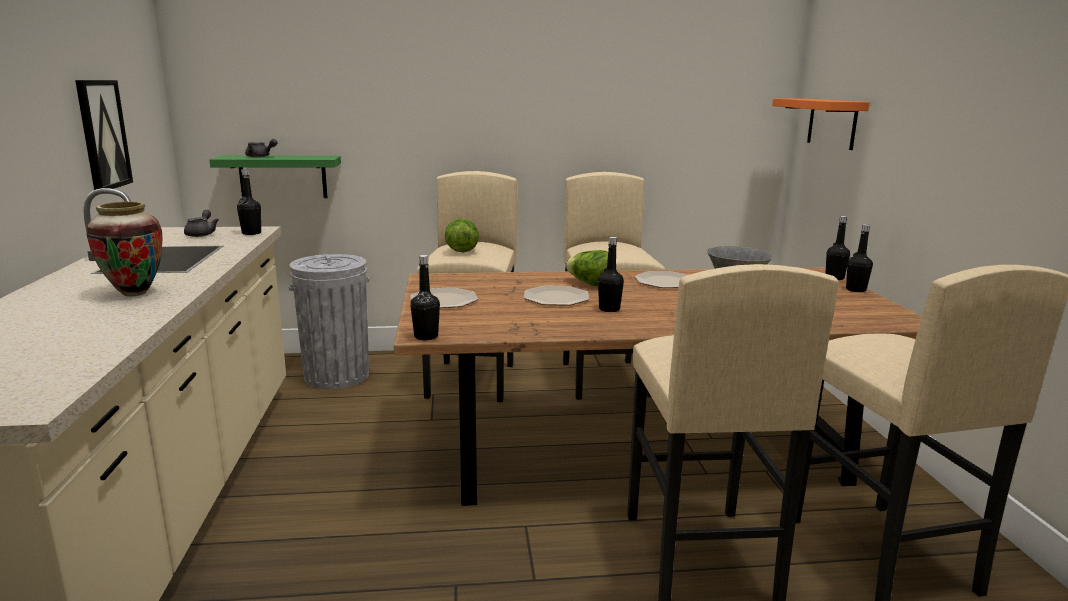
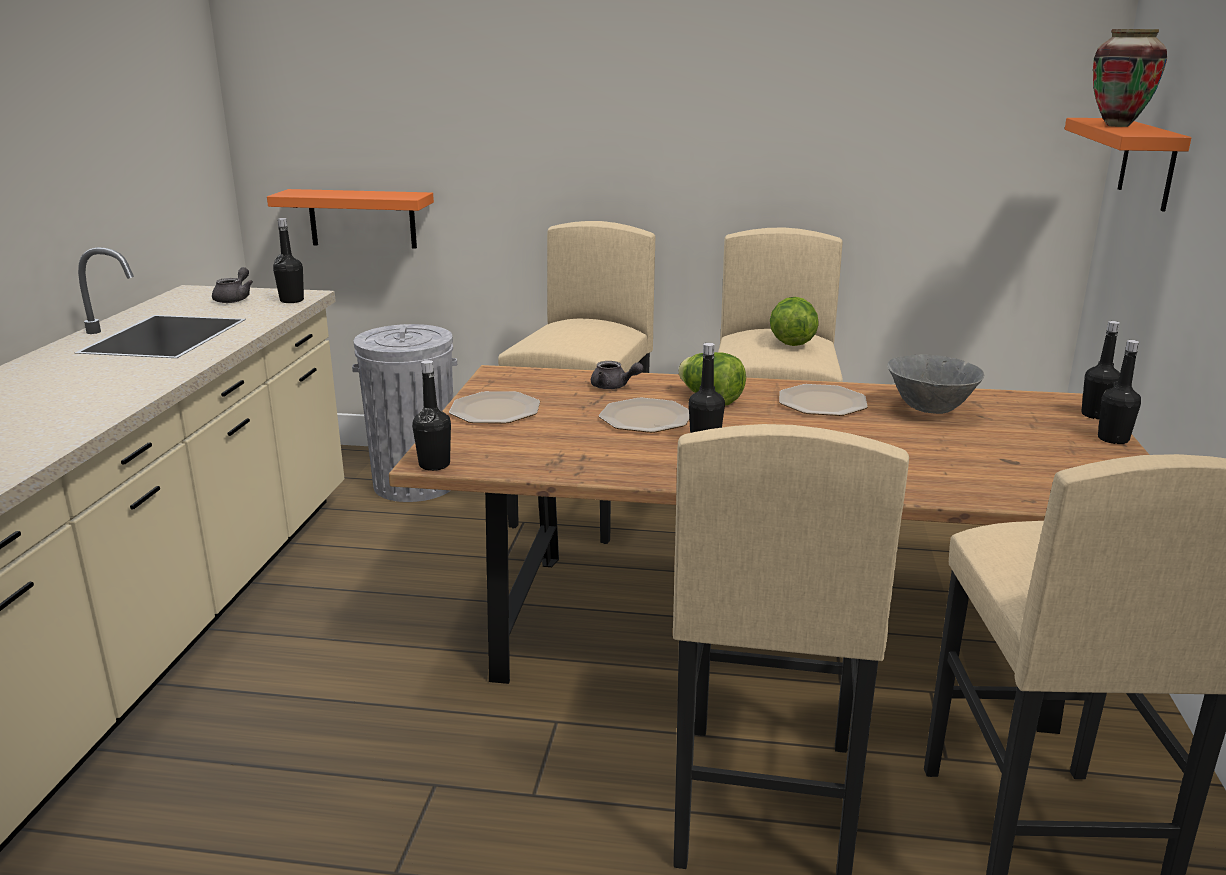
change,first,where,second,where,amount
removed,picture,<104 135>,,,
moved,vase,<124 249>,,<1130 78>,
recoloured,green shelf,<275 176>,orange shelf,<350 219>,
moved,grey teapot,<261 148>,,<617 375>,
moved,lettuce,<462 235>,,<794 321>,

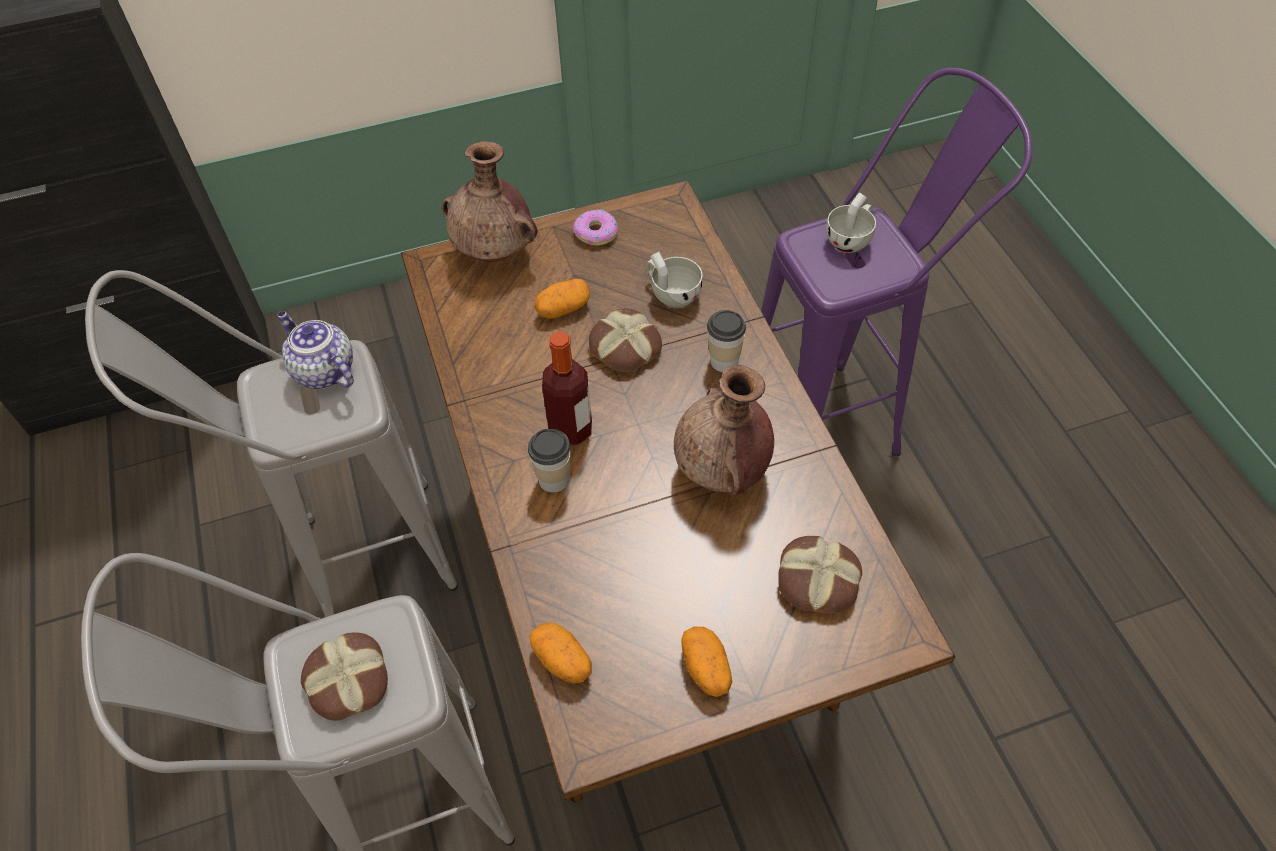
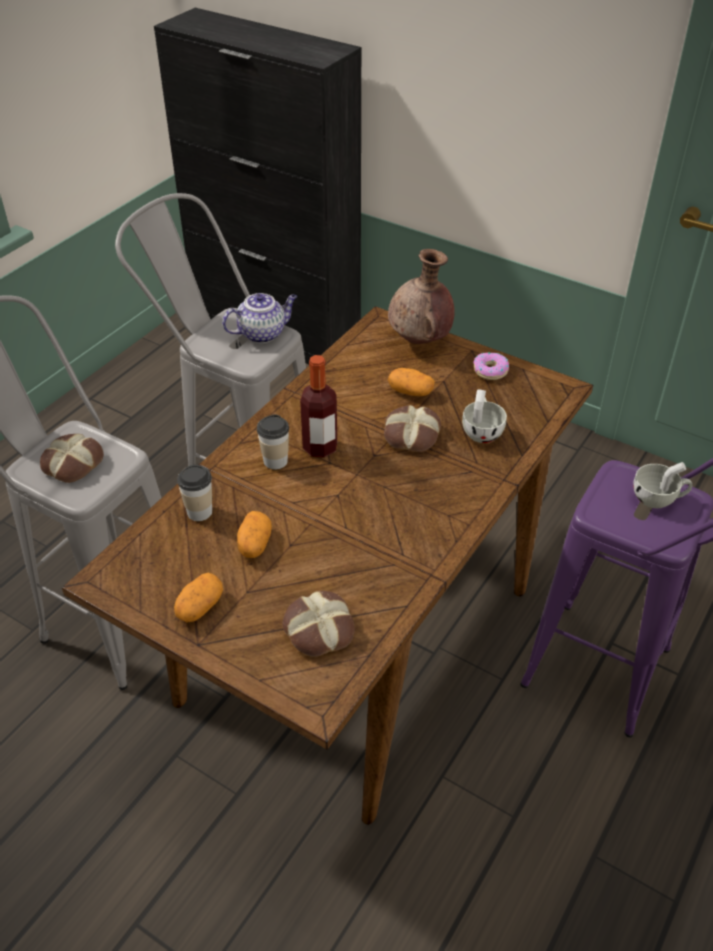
change,first,where,second,where,amount
turned,teapot,<315 350>,,<259 318>,60 degrees clockwise
moved,potato,<561 653>,,<254 534>,
removed,brown vase,<724 430>,,,
moved,cup,<726 341>,,<194 493>,

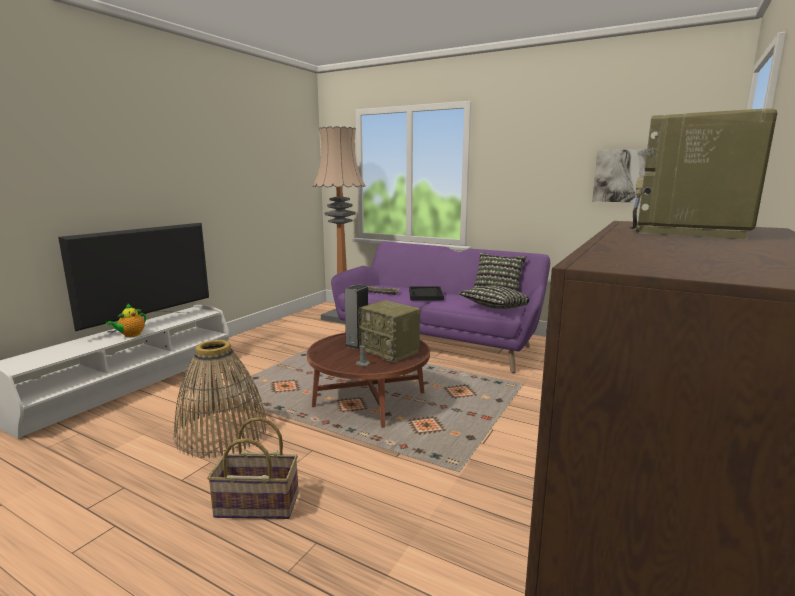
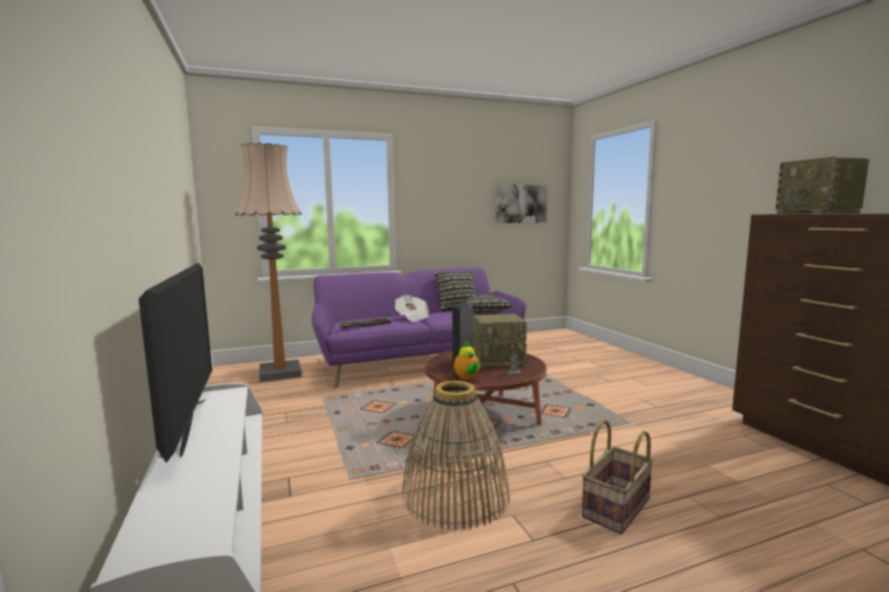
change,first,where,second,where,amount
moved,teapot,<125 320>,,<467 361>,
replaced,black tray,<426 293>,newspaper,<412 308>,

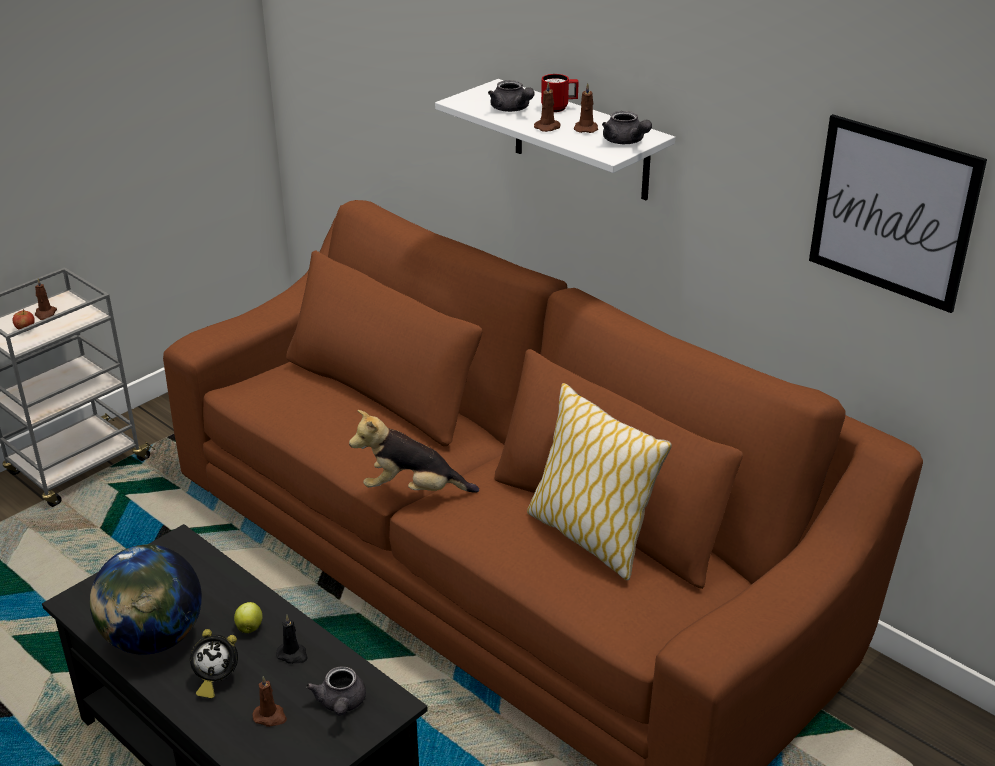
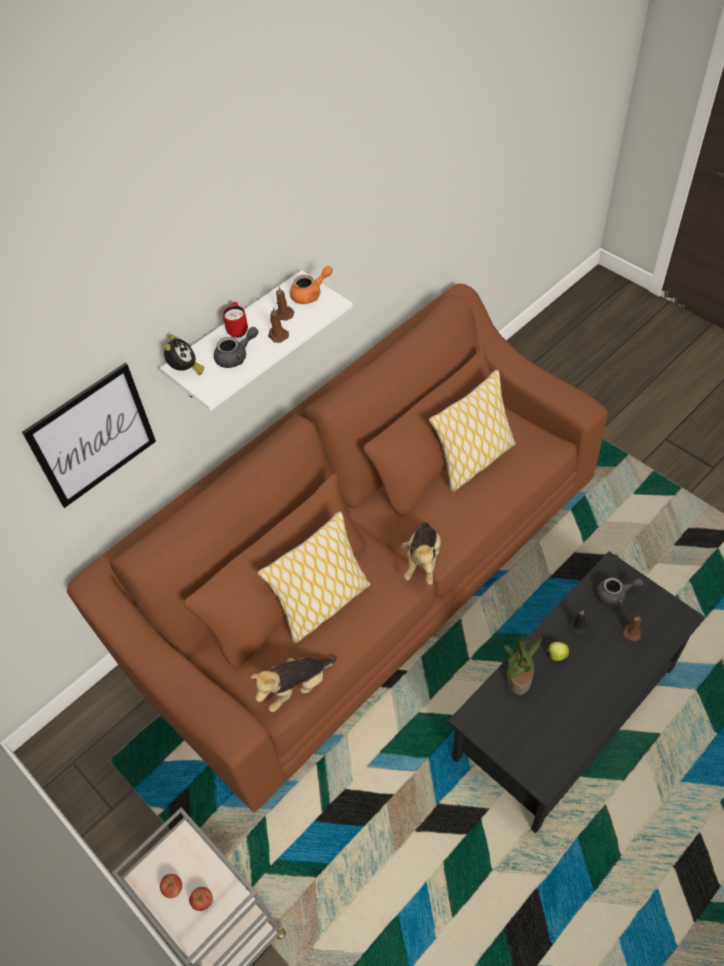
change,first,where,second,where,amount
replaced,brown candle,<46 299>,apple,<171 886>,
removed,globe,<146 599>,,,
moved,alarm clock,<214 663>,,<184 355>,
recoloured,grey teapot,<627 127>,orange teapot,<311 285>,
moved,picture,<898 213>,,<89 435>,
added,,,plush toy,<294 683>,
added,,,pillow,<313 577>,
added,,,potted plant,<522 664>,

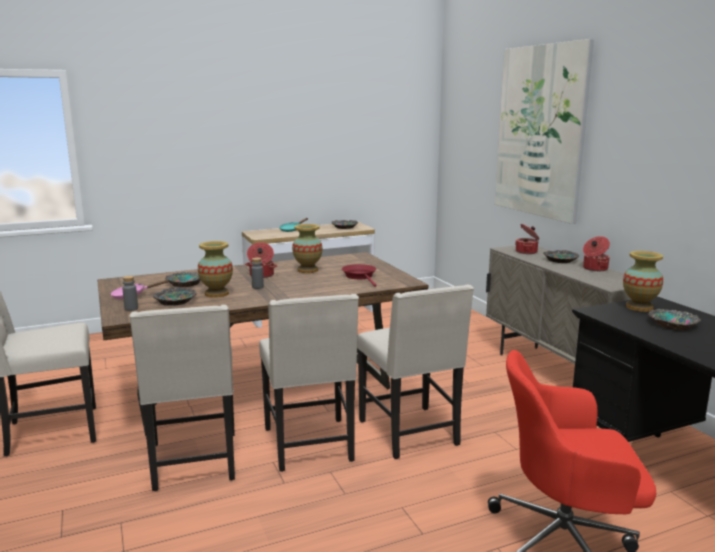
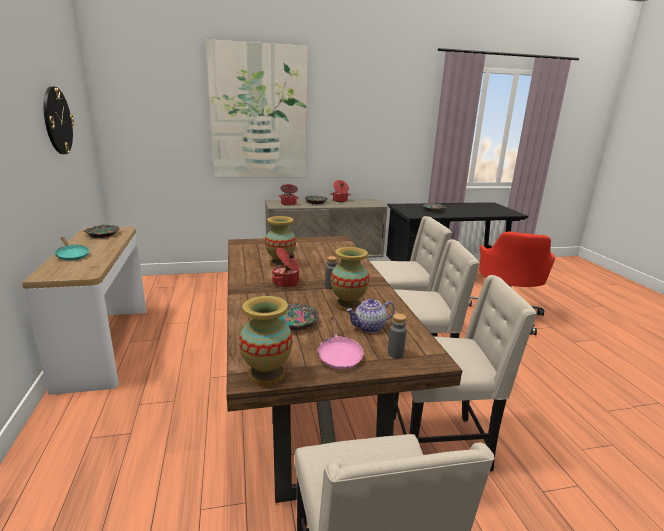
change,first,where,second,where,amount
replaced,bowl,<175 296>,teapot,<371 315>,
removed,red frying pan,<359 275>,,,
moved,vase,<643 281>,,<266 341>,
added,,,wall clock,<58 120>,

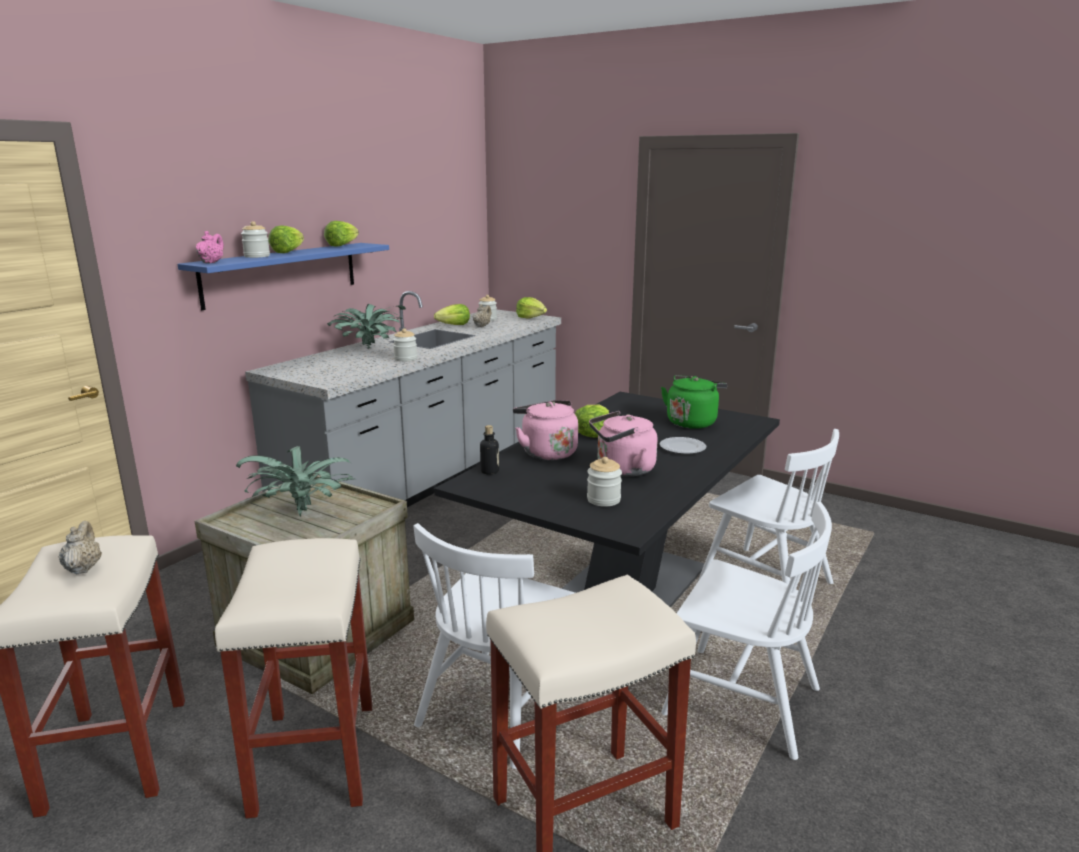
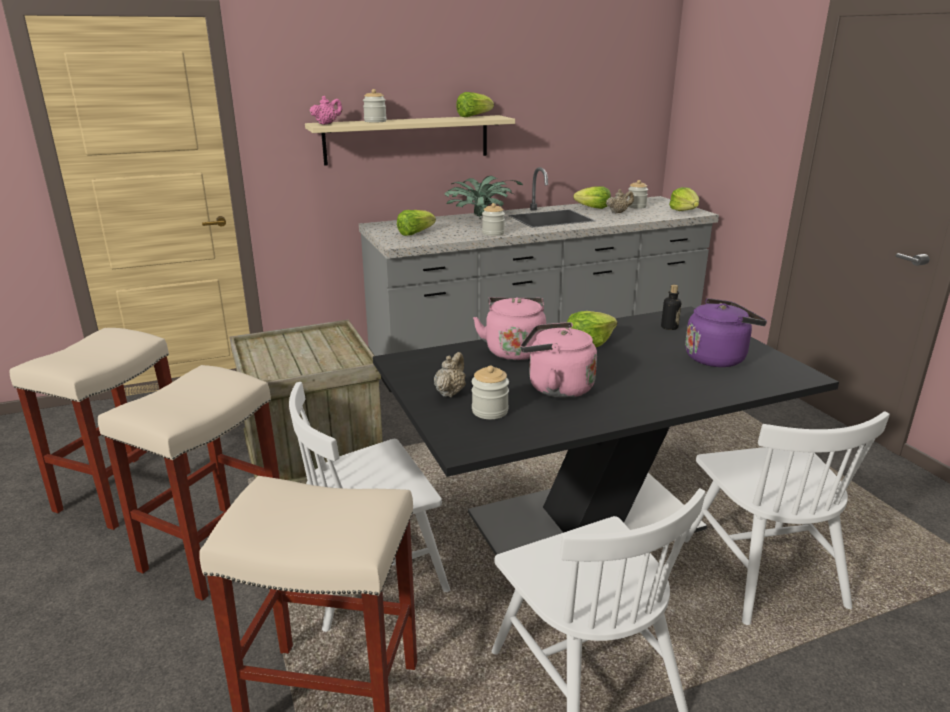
change,first,where,second,where,amount
moved,beige teapot,<80 547>,,<450 374>,
recoloured,blue shelf,<283 276>,beige shelf,<410 140>,
removed,potted plant,<295 481>,,,
moved,lettuce,<286 239>,,<416 223>,
moved,bottle,<489 449>,,<671 307>,
removed,plate,<683 445>,,,
recoloured,green kettle,<694 402>,purple kettle,<726 332>,

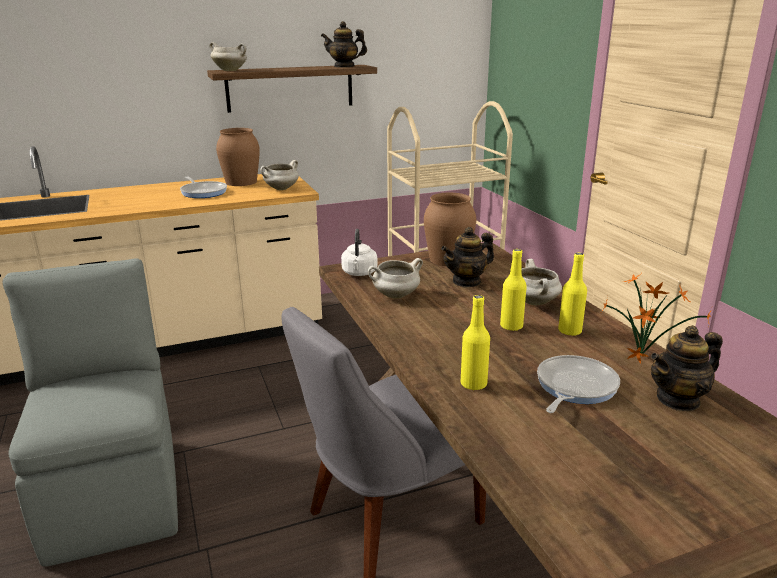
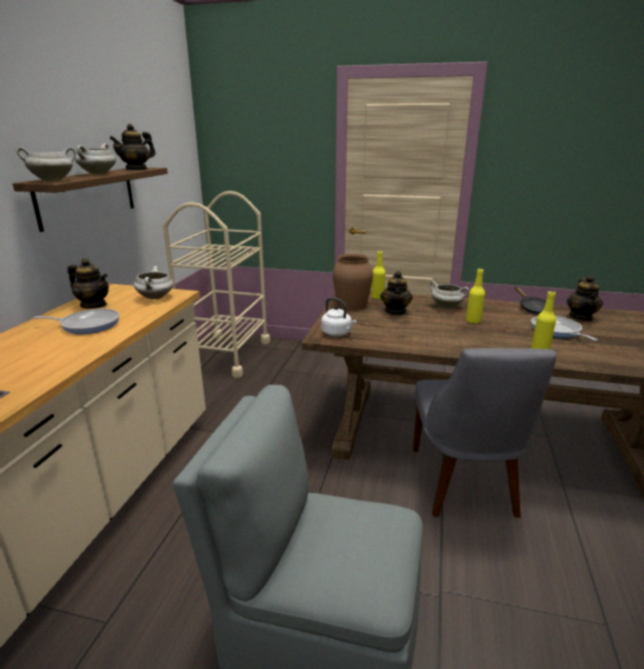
change,first,where,second,where,amount
replaced,brown vase,<238 157>,teapot,<88 283>,
moved,white cooking pot,<395 278>,,<95 159>,
moved,yellow bottle,<572 294>,,<378 275>,
replaced,potted plant,<656 318>,black frying pan,<534 300>,

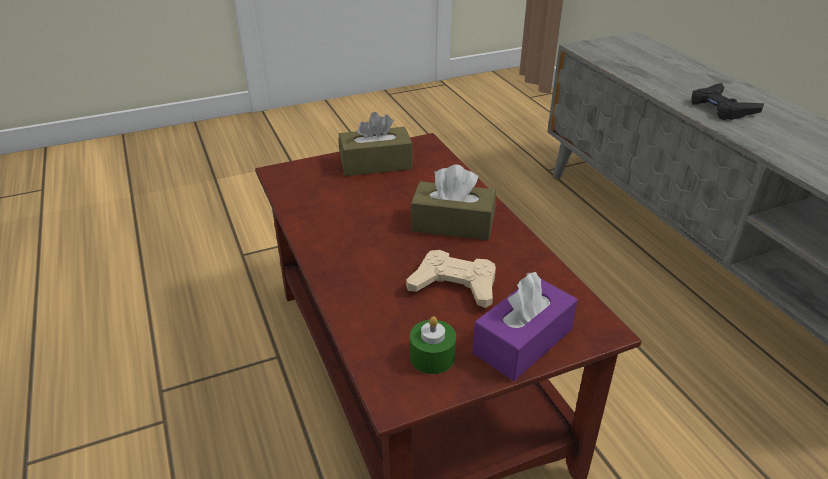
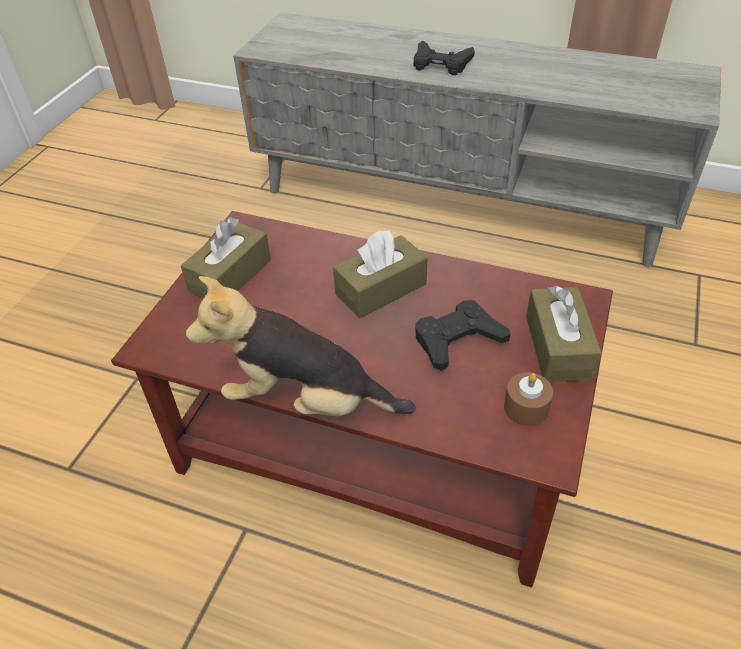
change,first,where,second,where,amount
recoloured,beige game controller,<451 279>,black game controller,<462 335>,
recoloured,green candle,<433 345>,brown candle,<528 399>,
recoloured,purple tissue box,<525 326>,brown tissue box,<564 334>,
added,,,plush toy,<301 346>,

